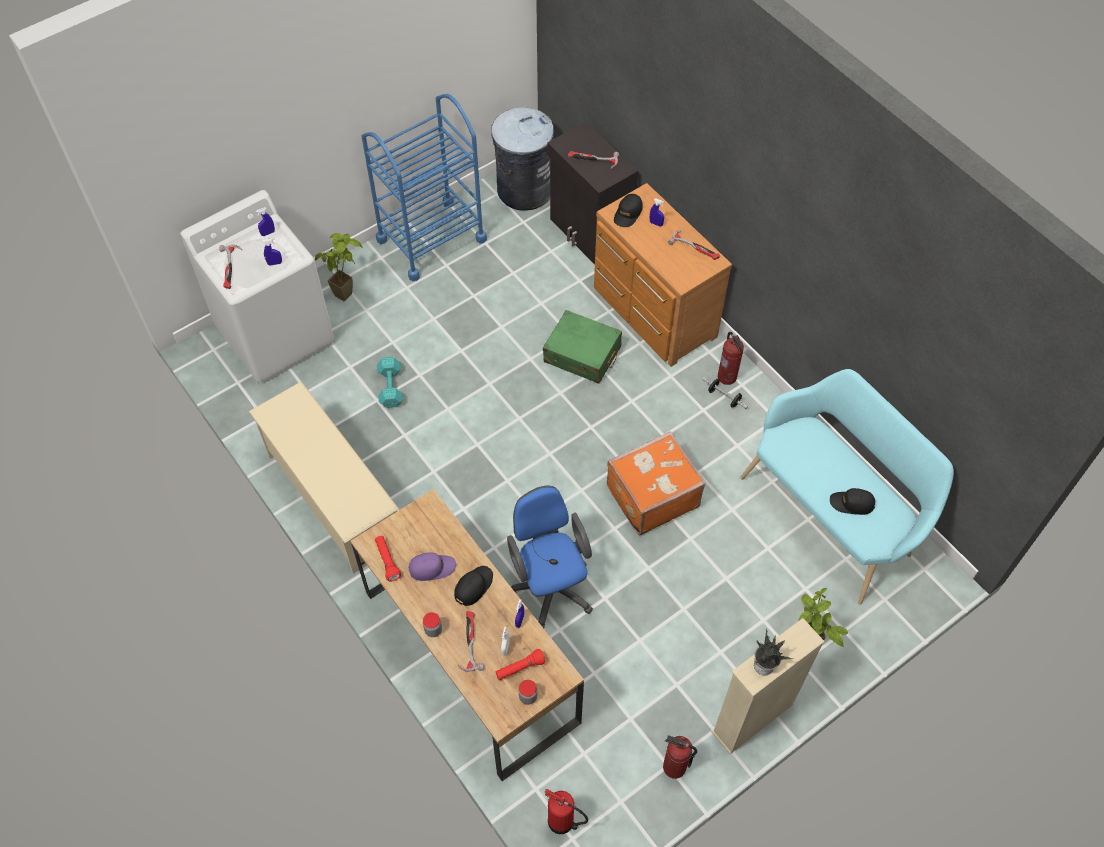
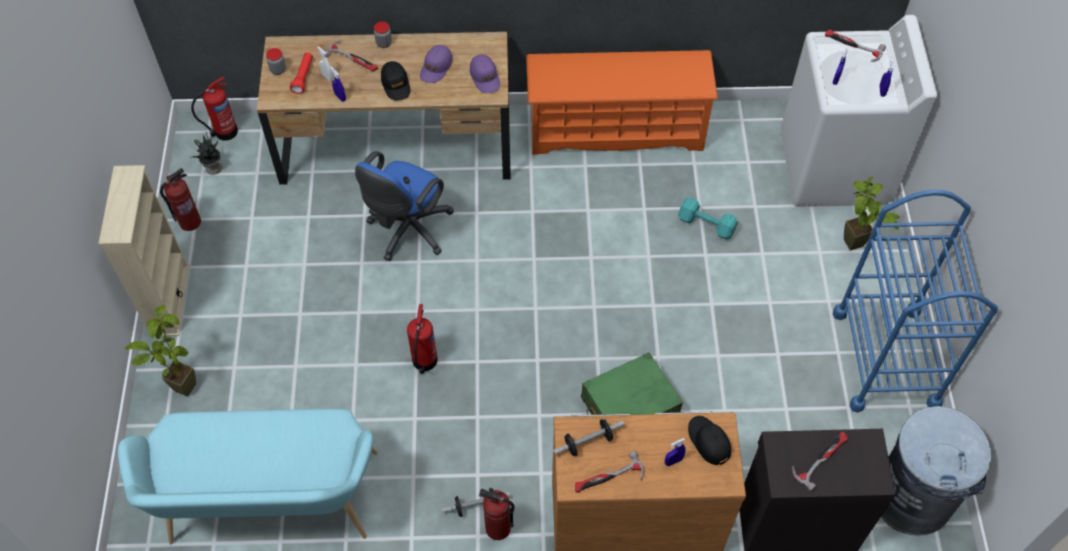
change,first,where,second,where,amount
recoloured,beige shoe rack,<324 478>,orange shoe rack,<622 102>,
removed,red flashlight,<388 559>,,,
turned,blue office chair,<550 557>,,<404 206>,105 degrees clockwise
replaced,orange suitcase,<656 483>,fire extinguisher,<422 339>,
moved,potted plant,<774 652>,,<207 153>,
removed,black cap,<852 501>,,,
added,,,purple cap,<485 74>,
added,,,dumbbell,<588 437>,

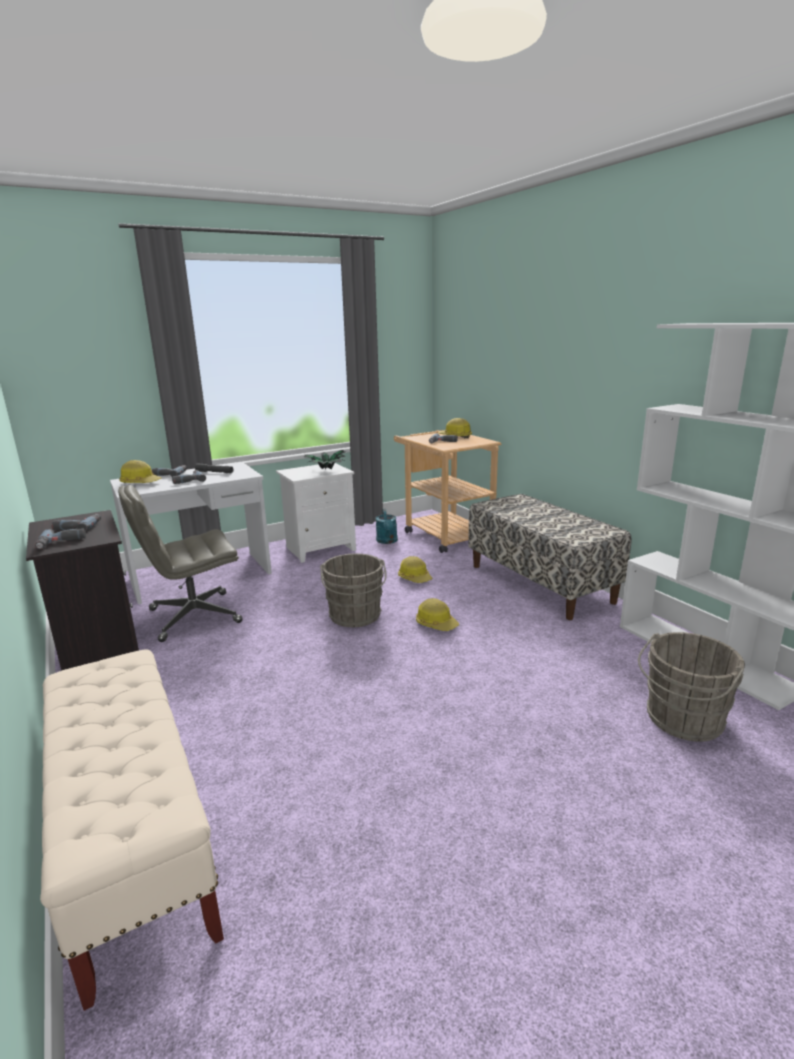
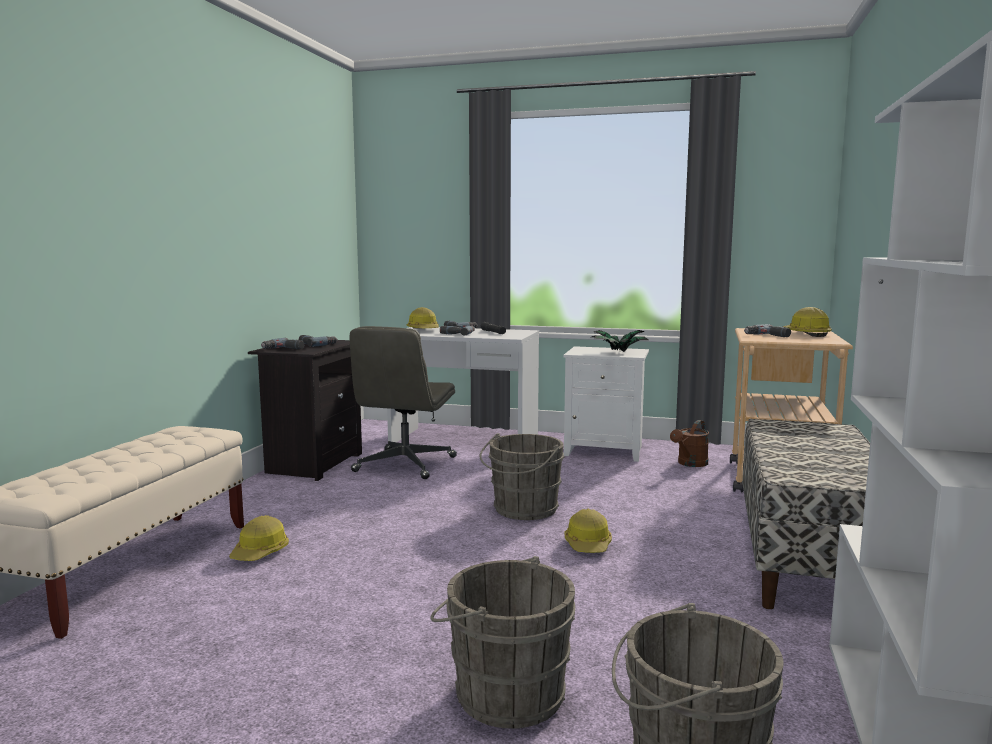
change,first,where,second,where,amount
turned,grey office chair,<180 563>,,<403 402>,90 degrees counterclockwise
recoloured,turquoise watering can,<387 526>,brown watering can,<689 443>,
moved,hard hat,<415 569>,,<259 538>,
added,,,grey bucket,<502 642>,

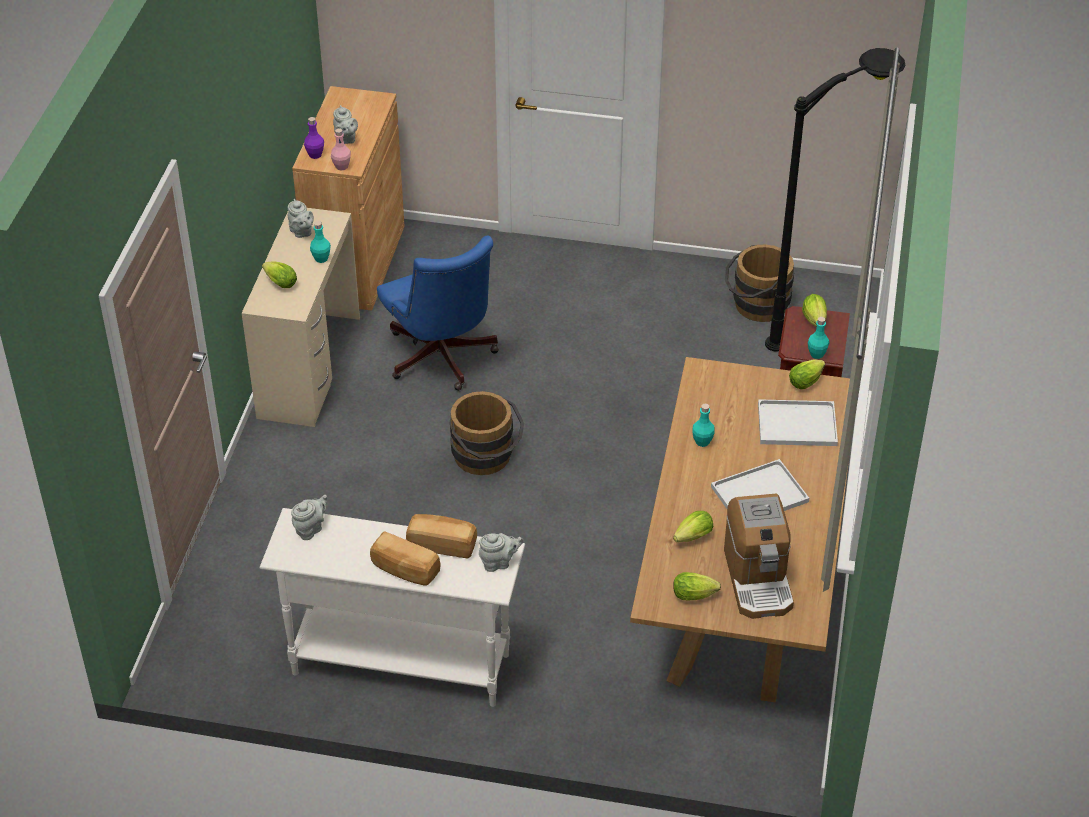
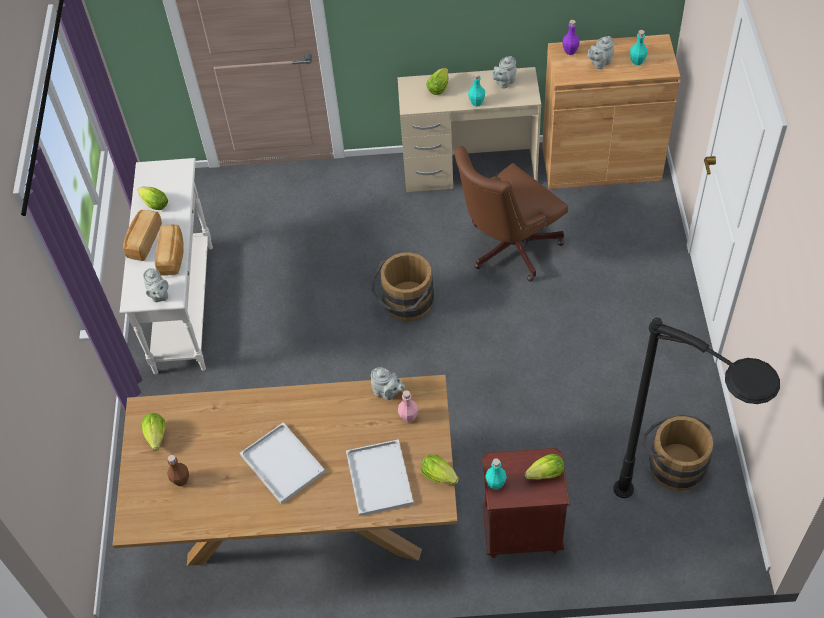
change,first,where,second,where,amount
moved,grey teapot,<309 517>,,<388 383>,
moved,pink bottle,<341 149>,,<408 406>,
recoloured,blue office chair,<438 313>,brown office chair,<511 214>,
moved,lettuce,<693 526>,,<152 198>,
moved,turquoise bottle,<703 425>,,<639 47>,
replaced,coffee machine,<759 556>,brown bottle,<178 470>,

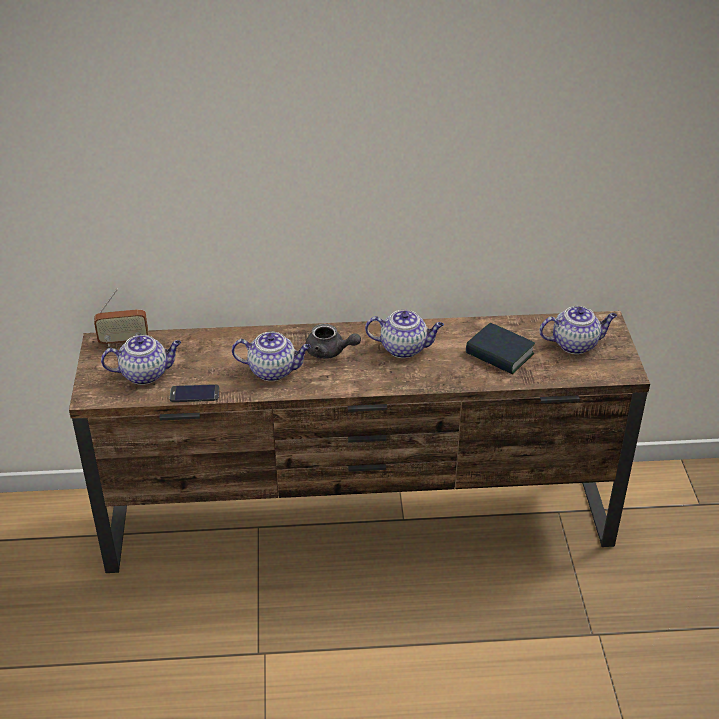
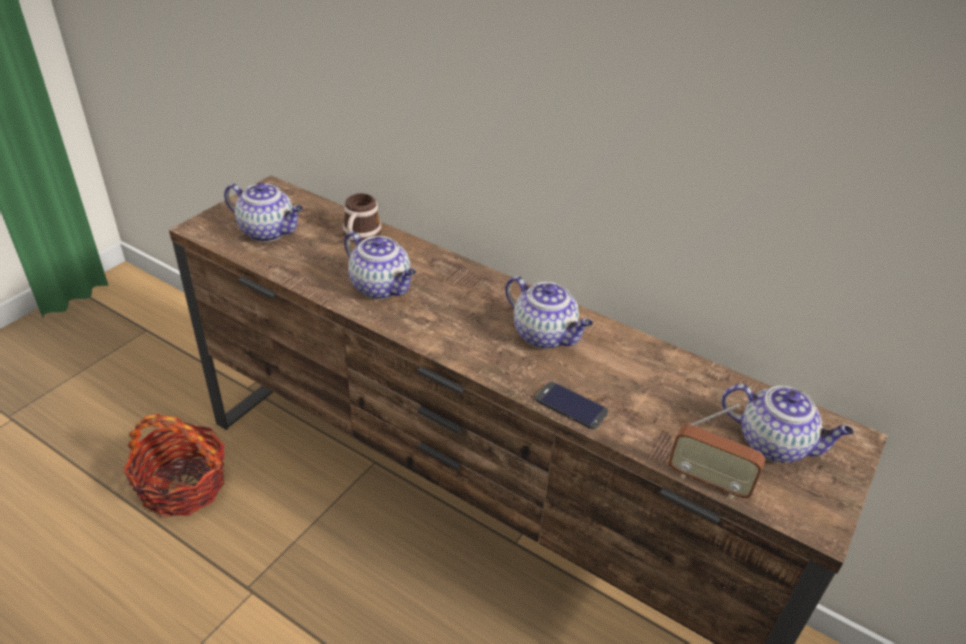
change,first,where,second,where,amount
moved,radio,<121 318>,,<717 451>,
moved,phone,<194 393>,,<571 405>,
removed,grey teapot,<333 341>,,,
removed,book,<500 348>,,,
added,,,basket,<174 465>,
added,,,mug,<362 217>,

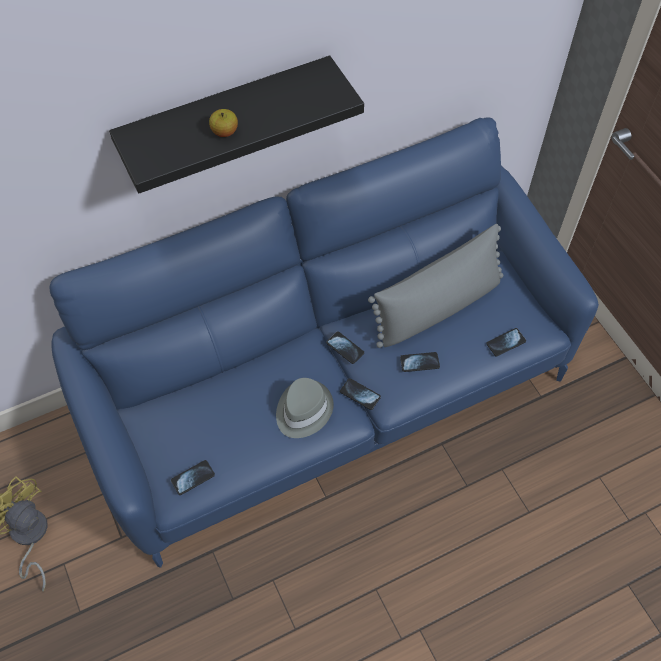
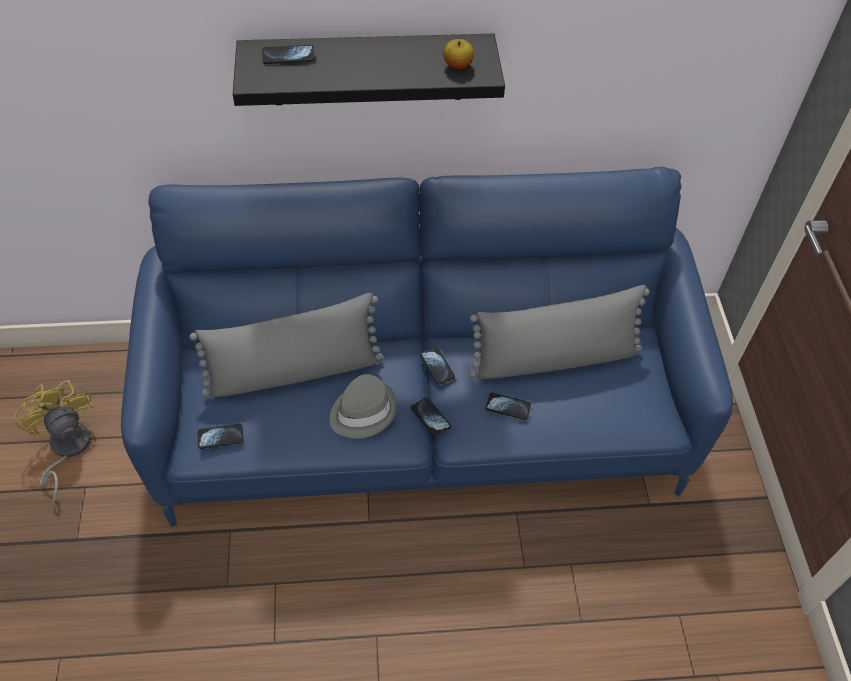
change,first,where,second,where,amount
moved,apple,<223 123>,,<458 54>,
moved,phone,<506 342>,,<289 54>,
added,,,grey pillow,<286 345>,

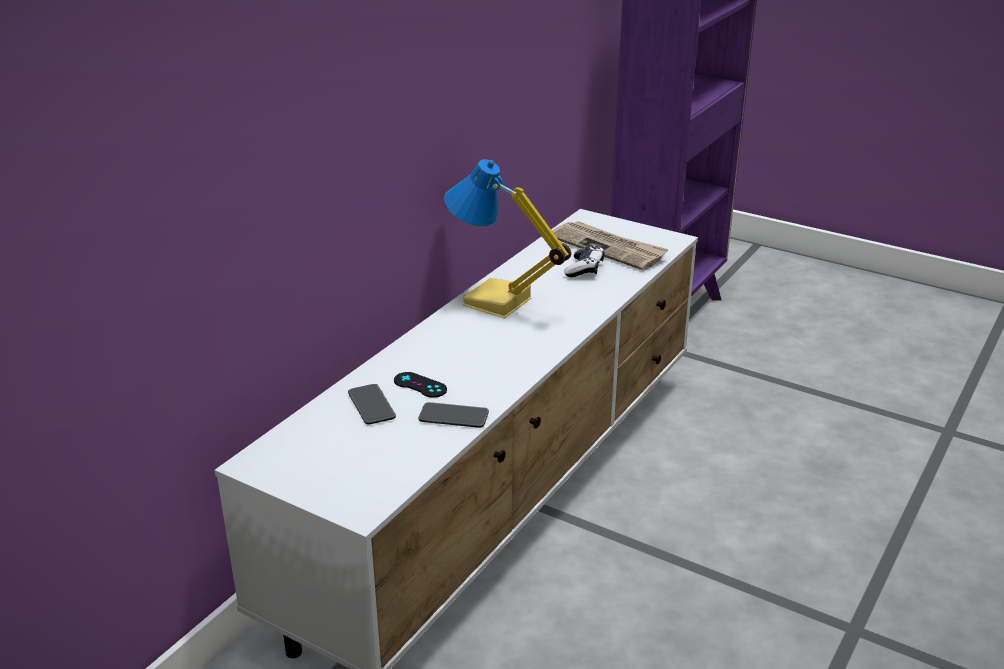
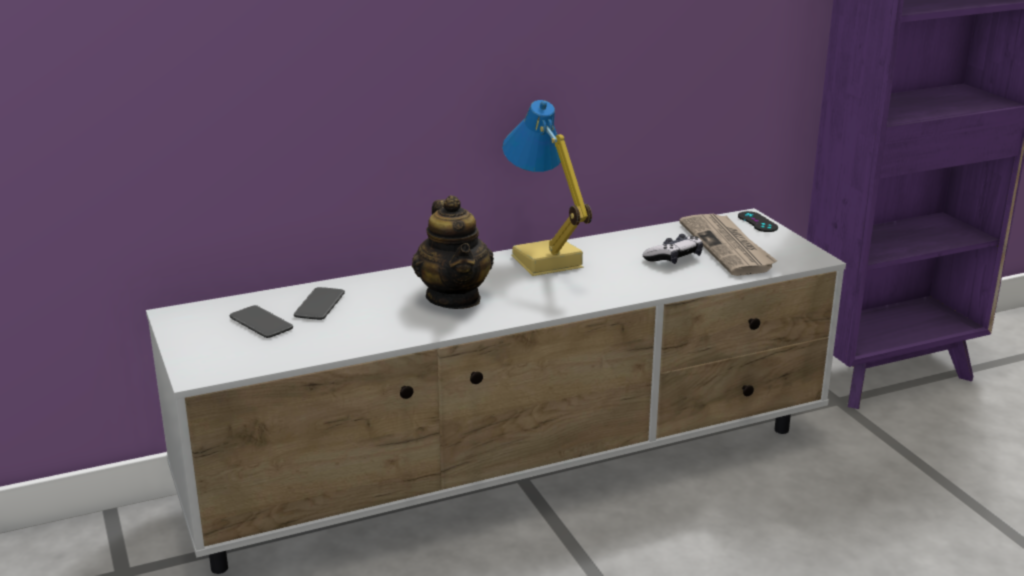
change,first,where,second,where,amount
moved,black game controller,<420 385>,,<758 221>,
moved,phone,<453 415>,,<261 321>,
added,,,teapot,<453 252>,

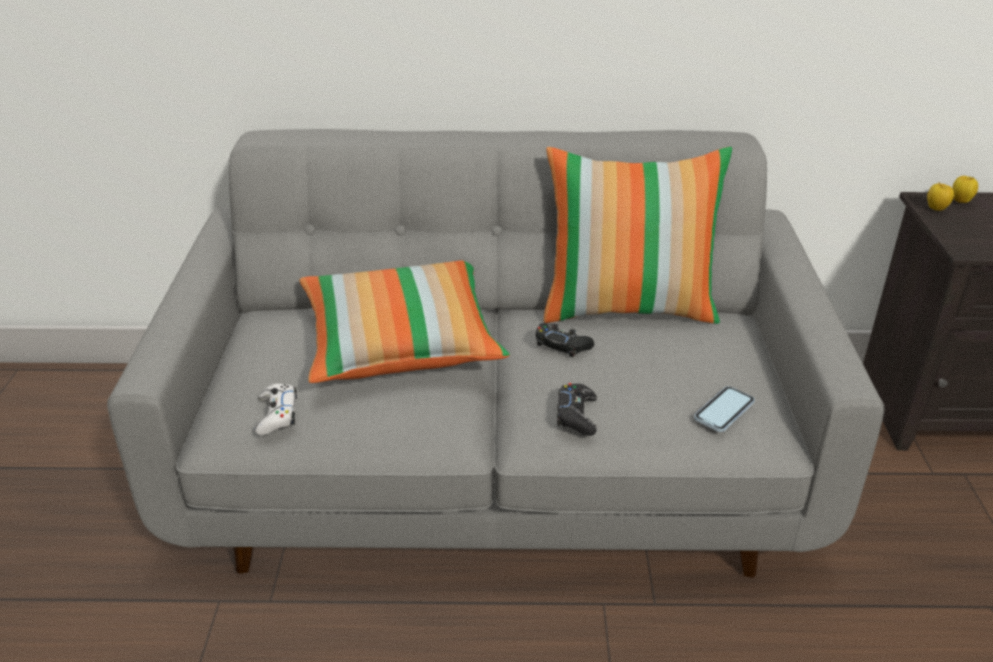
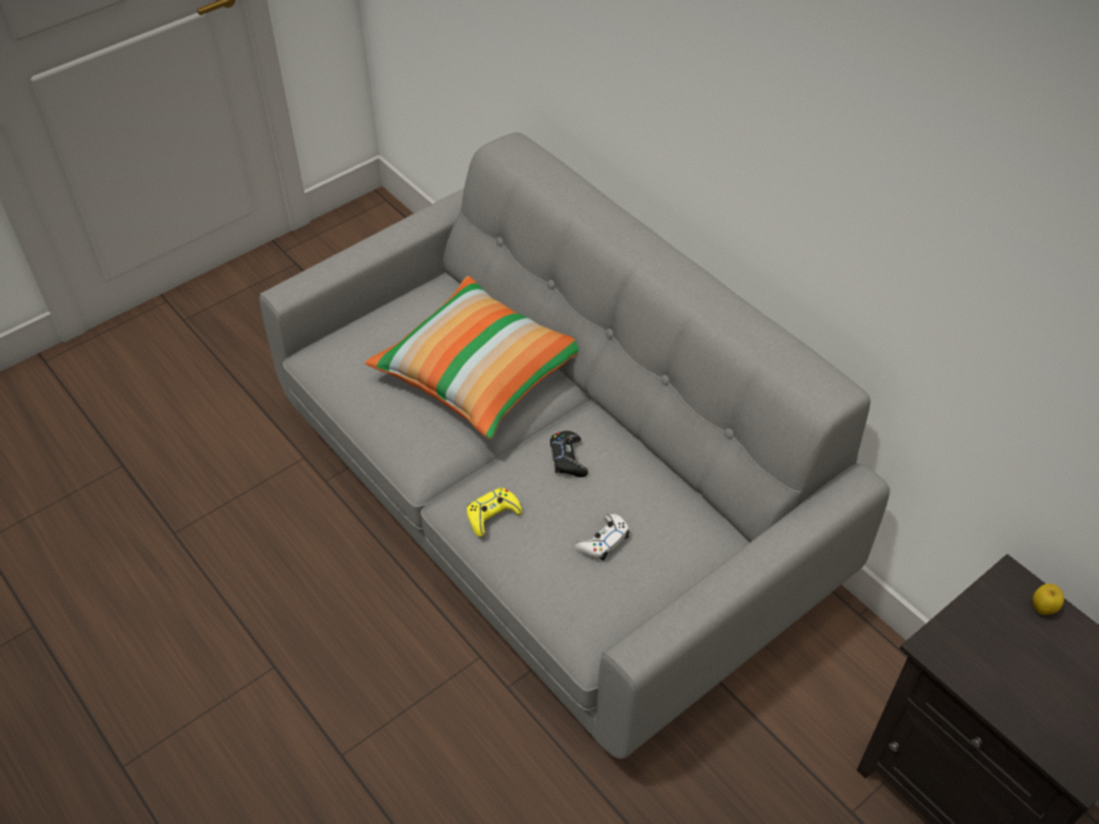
change,first,where,second,where,amount
moved,white game controller,<276 409>,,<602 537>,
removed,pillow,<638 235>,,,
recoloured,black game controller,<577 409>,yellow game controller,<494 512>,
removed,phone,<724 409>,,,
removed,apple,<940 196>,,,

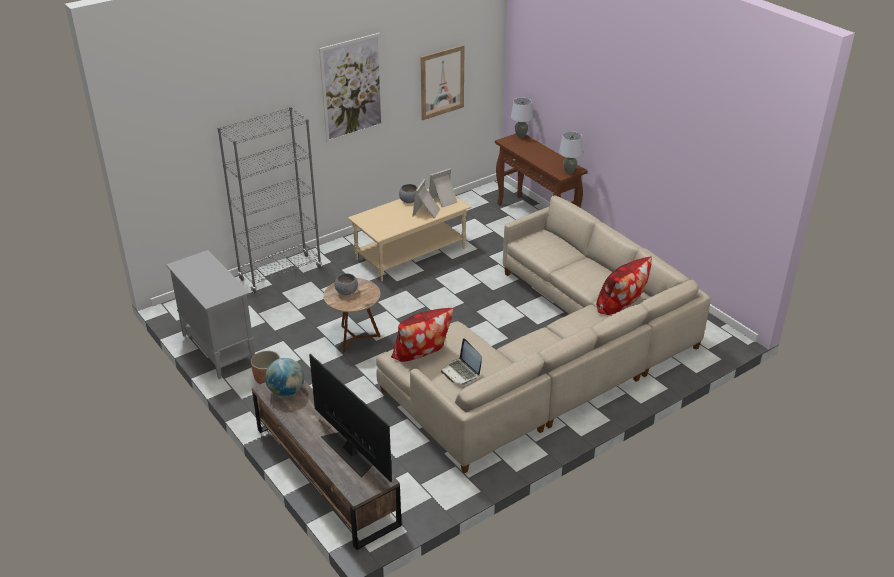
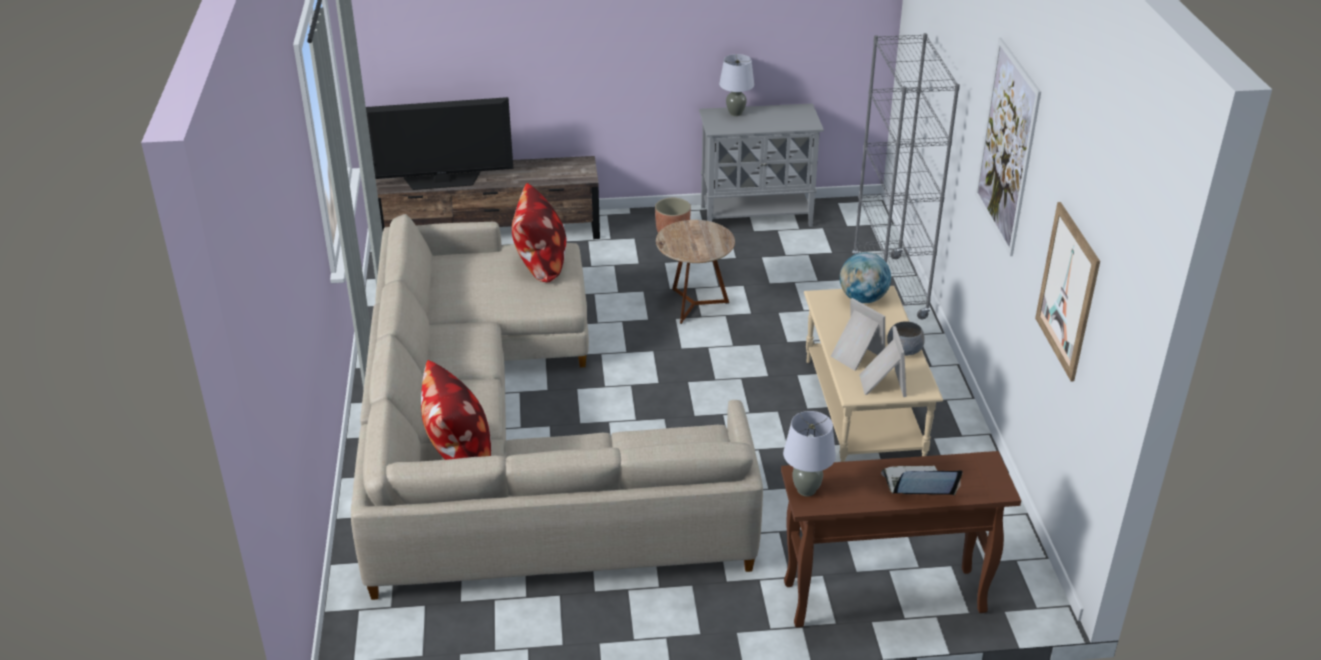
change,first,where,second,where,amount
moved,globe,<284 377>,,<865 277>,
removed,grey bowl,<346 284>,,,
moved,laptop,<461 361>,,<922 480>,
moved,grey table lamp,<522 118>,,<736 85>,

